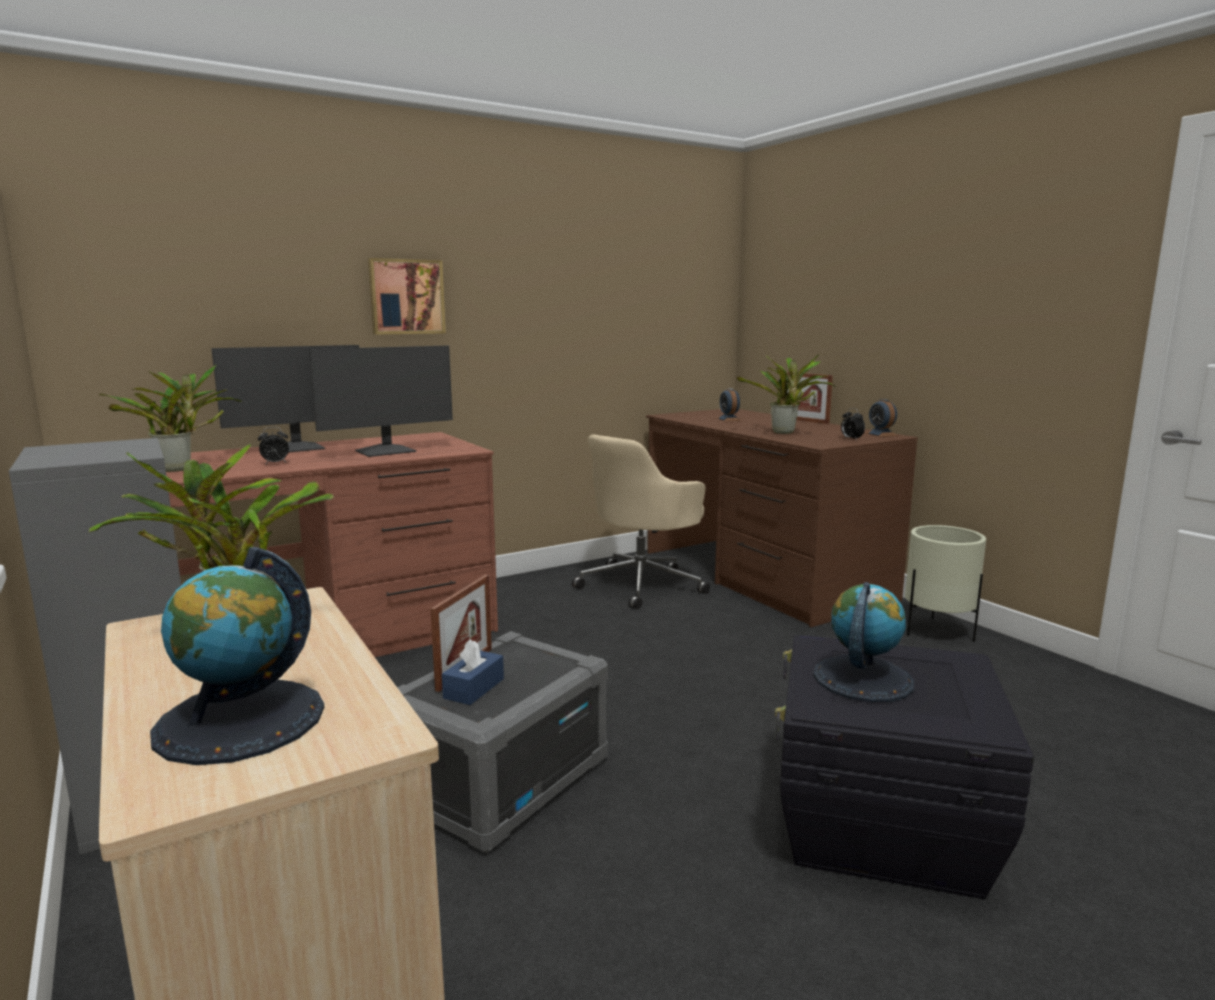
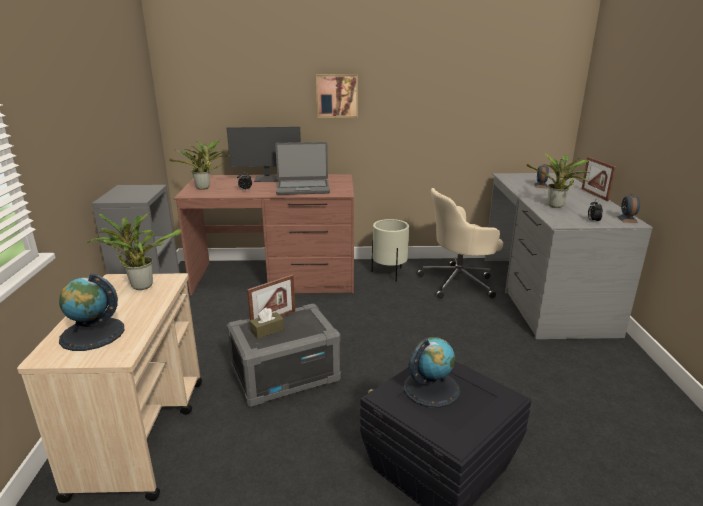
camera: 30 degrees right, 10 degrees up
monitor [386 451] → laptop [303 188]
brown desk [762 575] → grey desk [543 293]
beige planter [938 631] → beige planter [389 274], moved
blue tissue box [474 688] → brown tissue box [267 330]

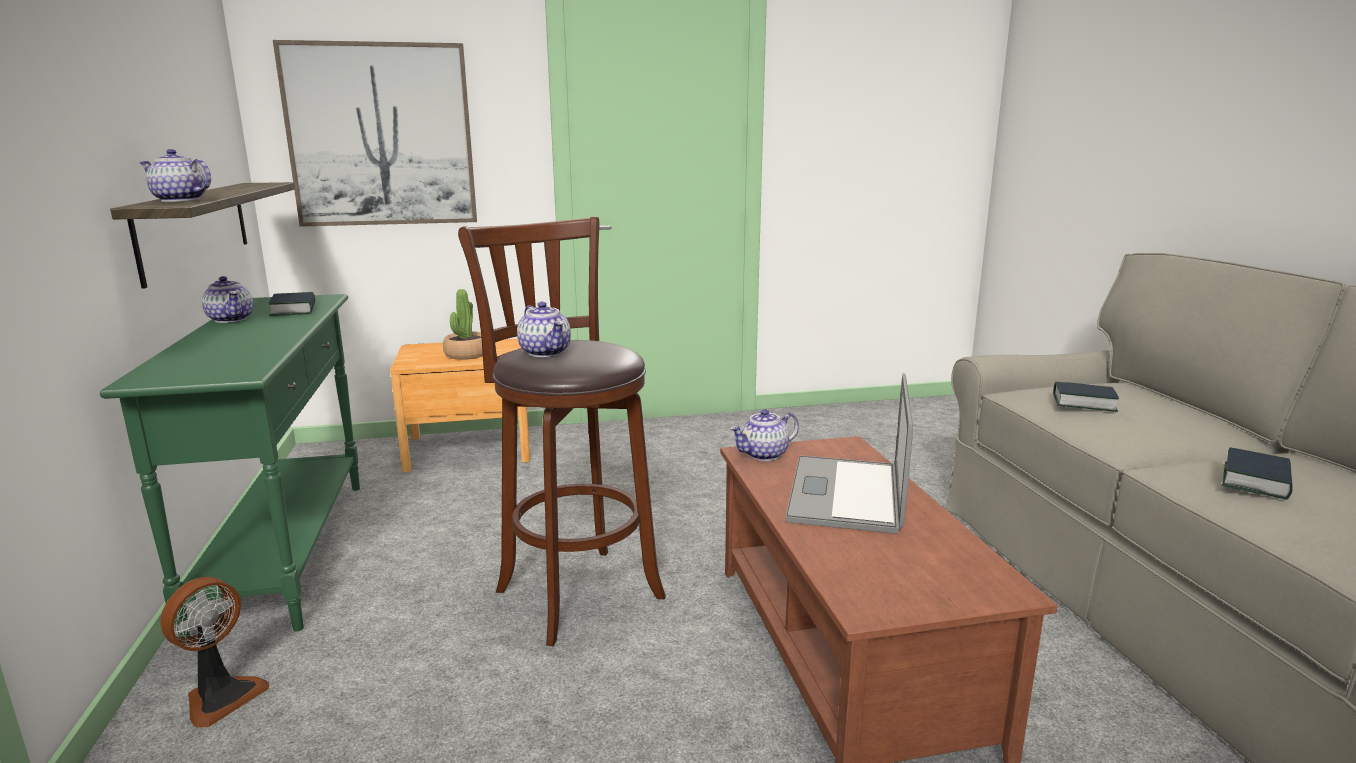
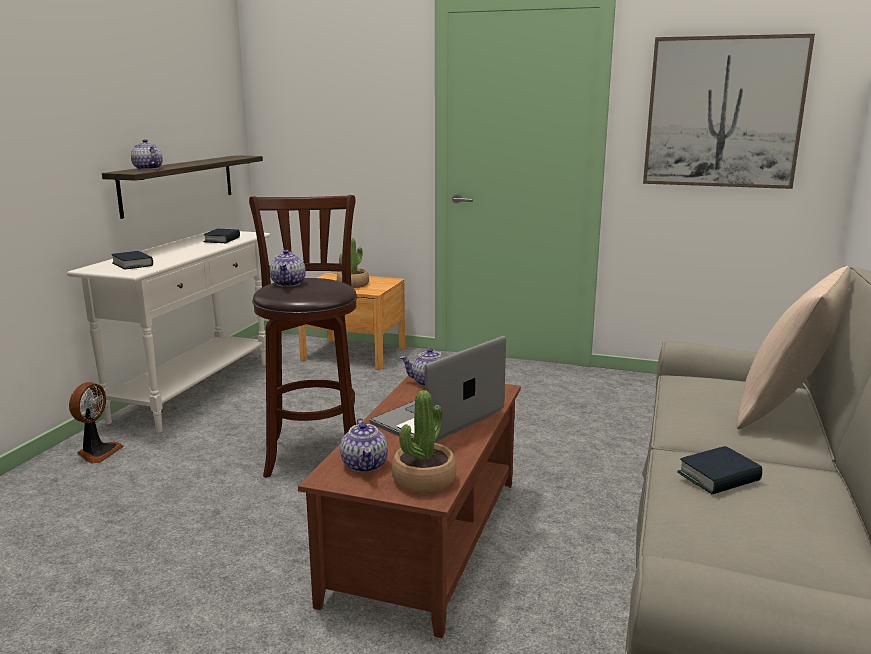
camera: 30 degrees right, 0 degrees up
picture [381 135] → picture [723 112], moved
teapot [231 319] → teapot [365 465], moved
green console table [287 551] → white console table [195 391]
book [1083 403] → book [133 264], moved
fan [221 697] → fan [97 452], 45 degrees counterclockwise
- → beige pillow [783 410]
- → potted plant [424 480]

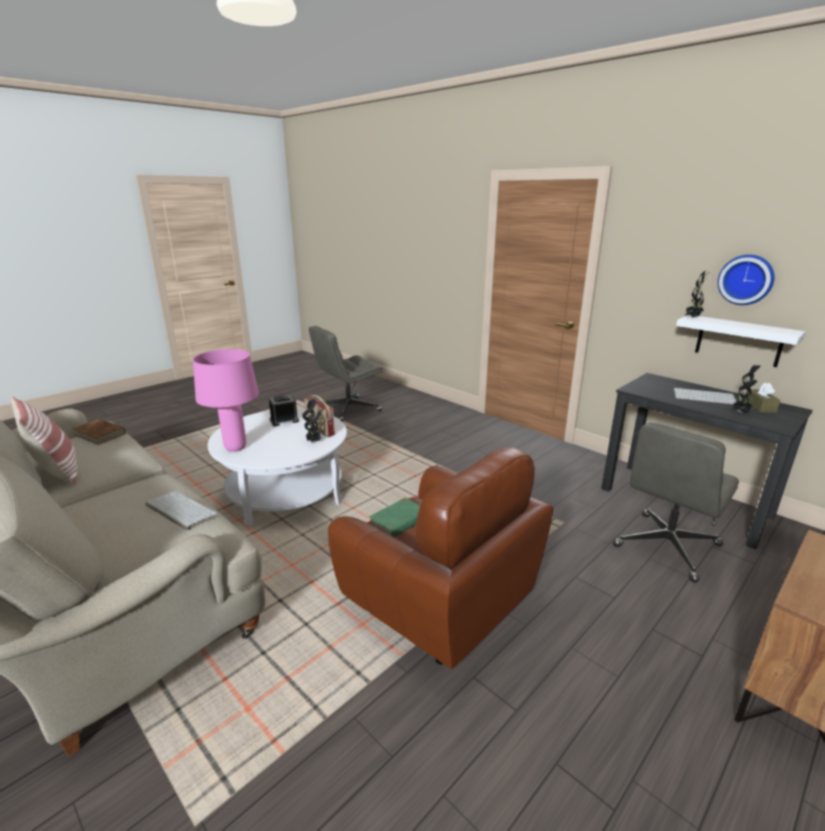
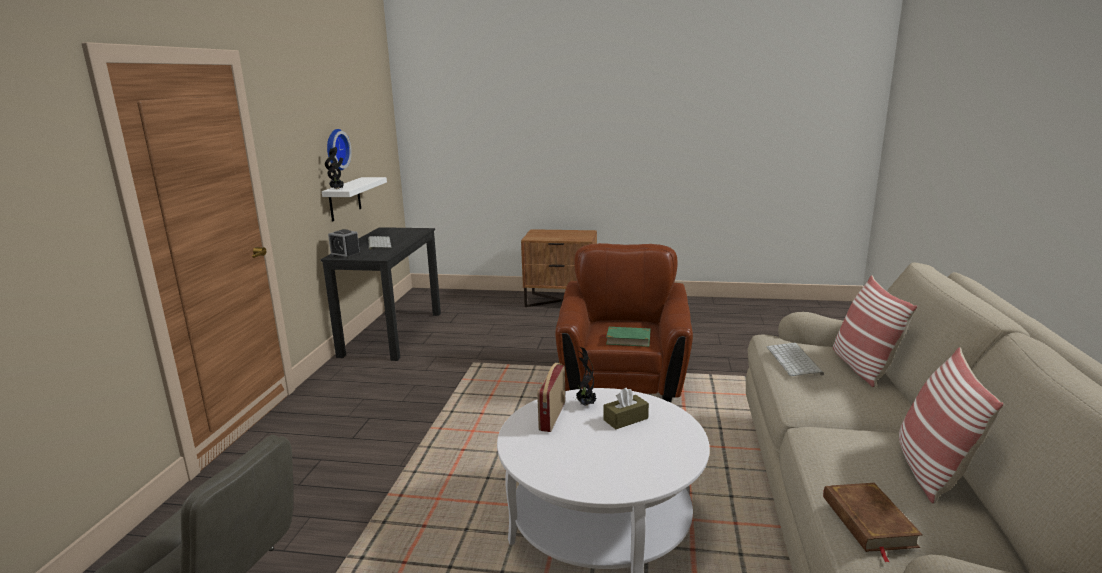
camera: 125 degrees left, 5 degrees down
pink table lamp [235 447] → -
potted plant [741 412] → -
brown tissue box [760 406] → brown tissue box [625 419], moved
alarm clock [284 420] → alarm clock [345 255], moved
grey office chair [666 546] → -
- → pillow [862 367]

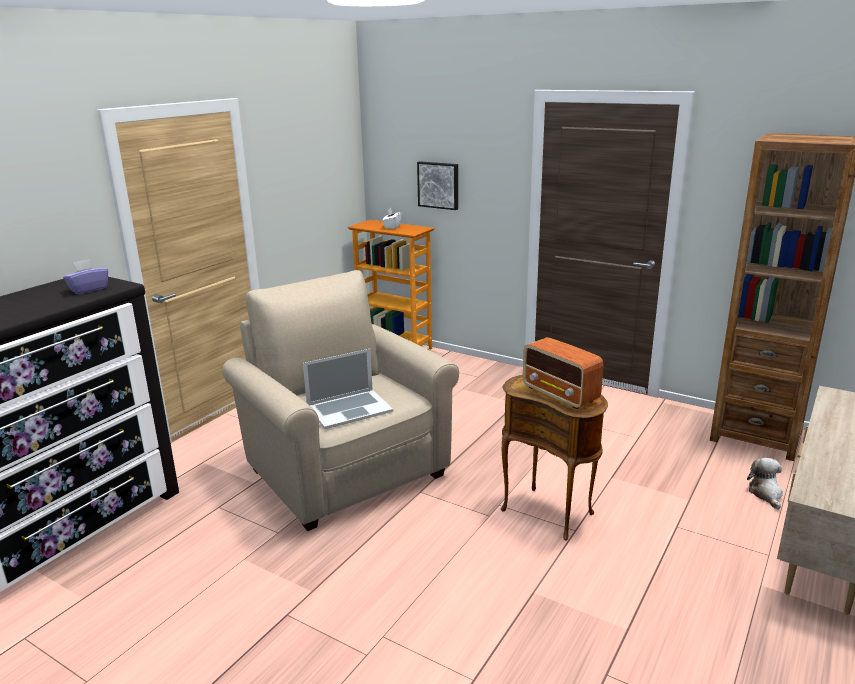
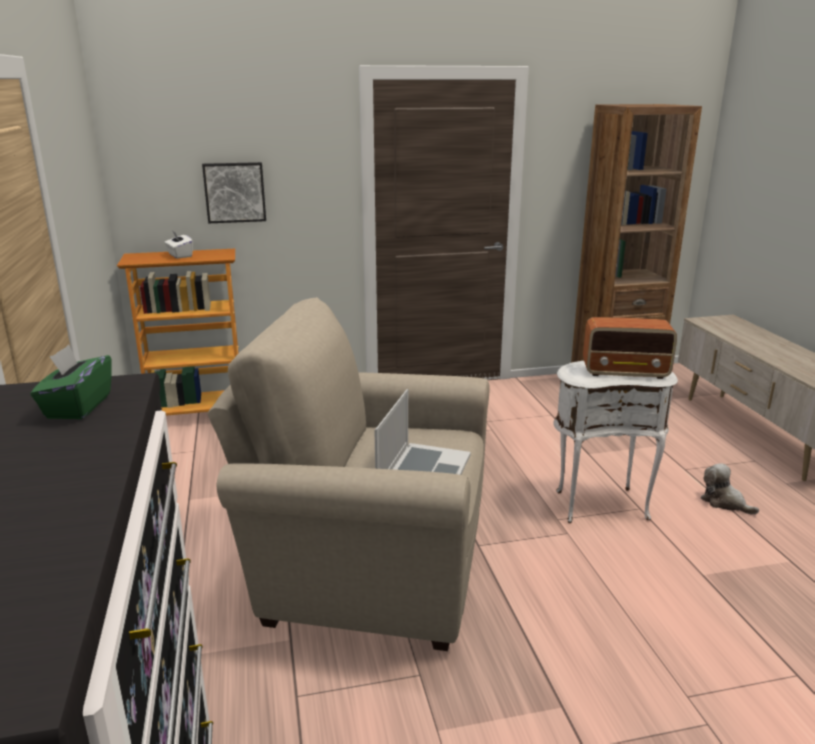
camera: 45 degrees left, 0 degrees up
purple tissue box [88 289] → green tissue box [78 406]
brown side table [549 511] → white side table [599 503]
plush toy [766 494] → plush toy [724 502], moved

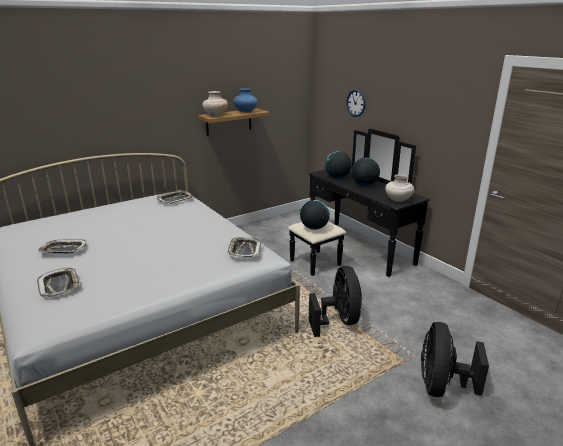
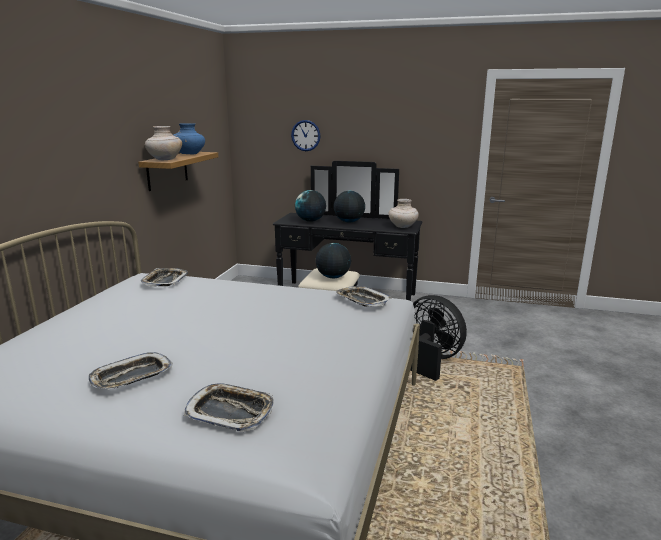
camera: 40 degrees left, 5 degrees down
black fan [441 386] → -

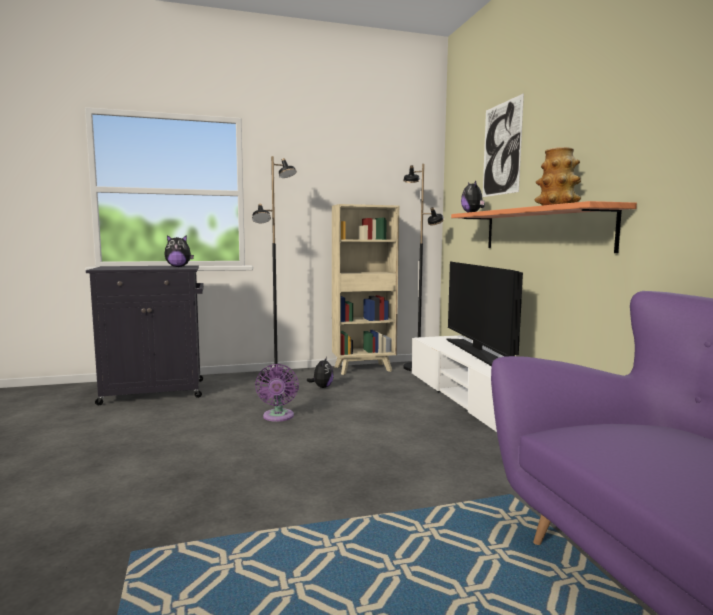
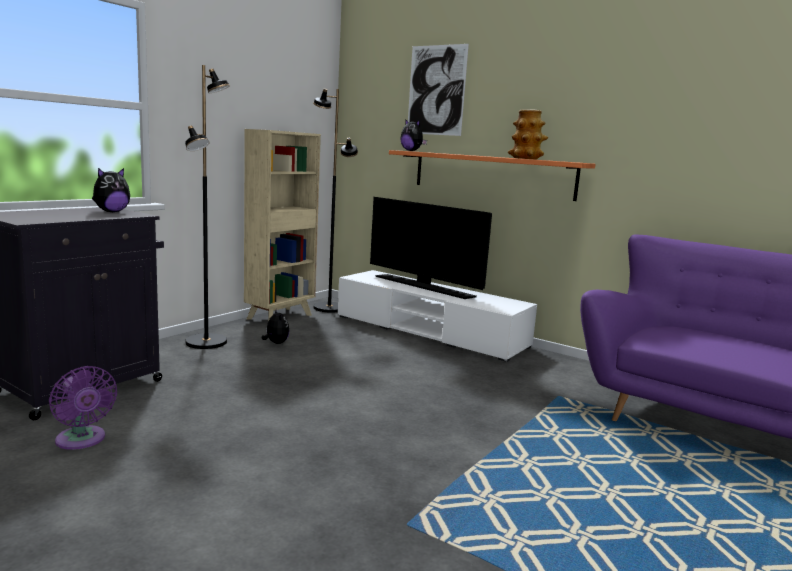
camera: 40 degrees left, 5 degrees up
purple fan [278 417] → purple fan [82 440], moved

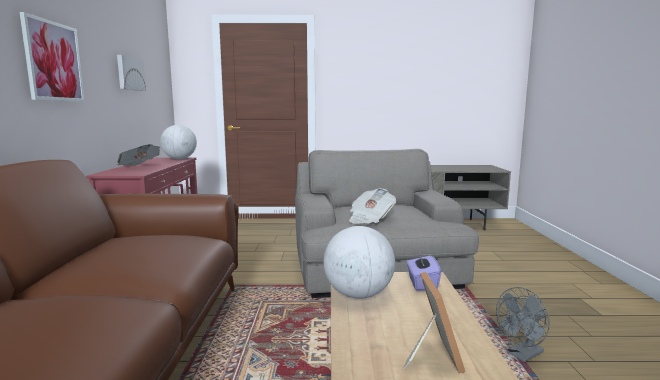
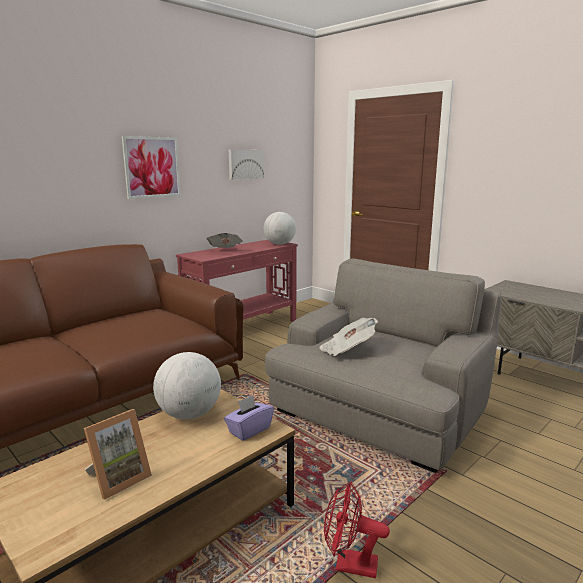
camera: 45 degrees right, 5 degrees up
grey fan [522 355] → red fan [349 565]

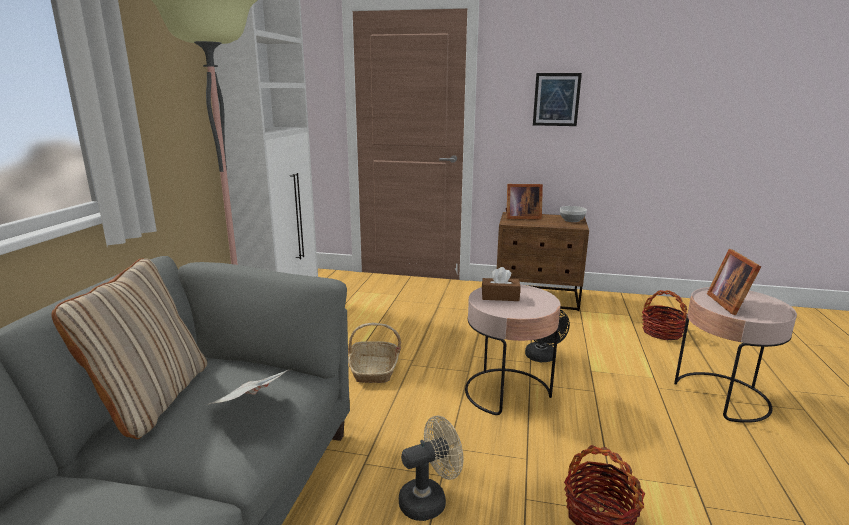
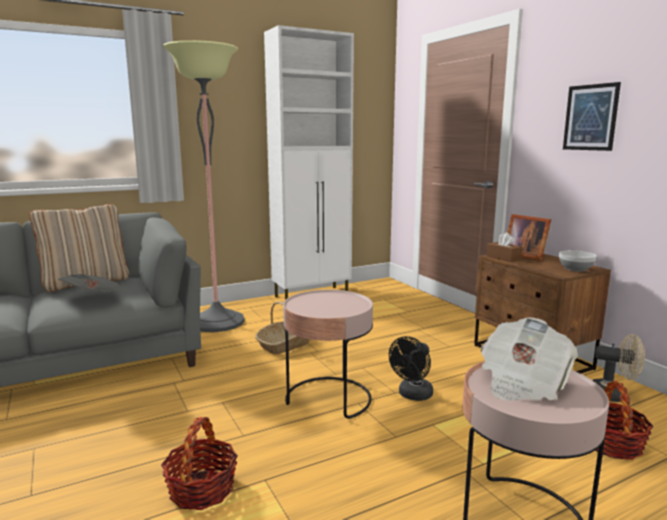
camera: 50 degrees right, 5 degrees down
picture frame [730 304] → newspaper [522 382]
brown tissue box [500 296] → brown tissue box [503 258], moved
beige fan [429 500] → beige fan [613 395], moved

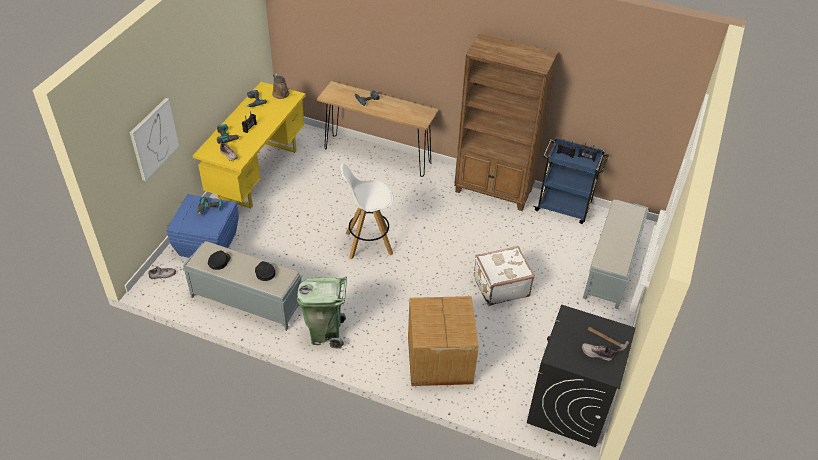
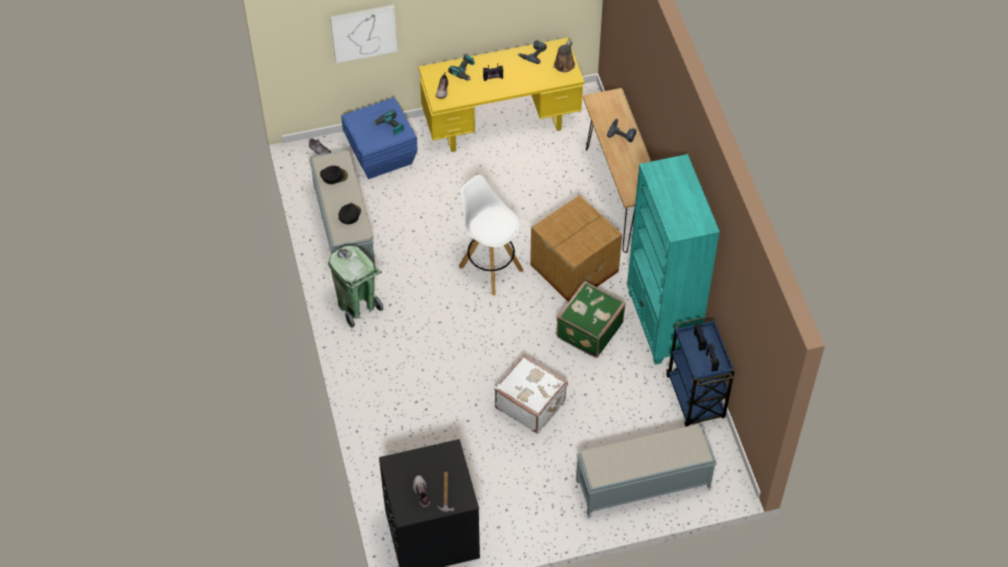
camera: 55 degrees right, 10 degrees up
brown bookcase [494 191] → turquoise bookcase [661 324]
cardboard box [438 360] → cardboard box [572 268], moved
- → green suitcase [588 330]

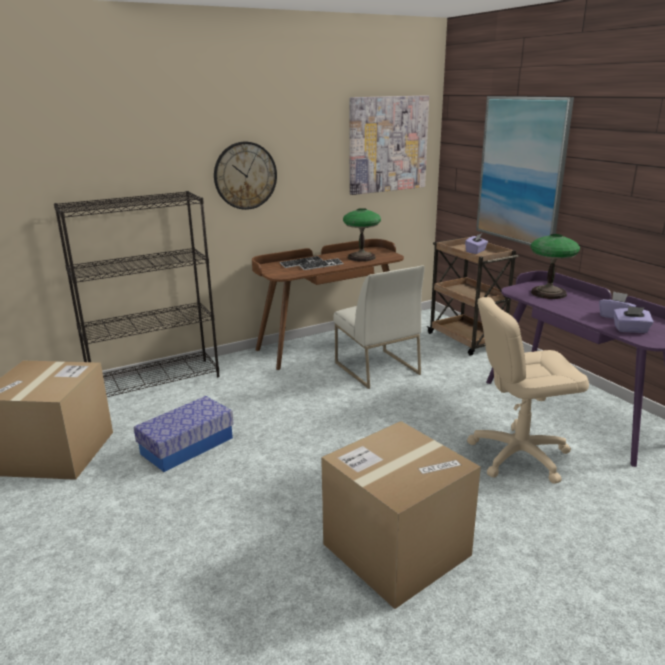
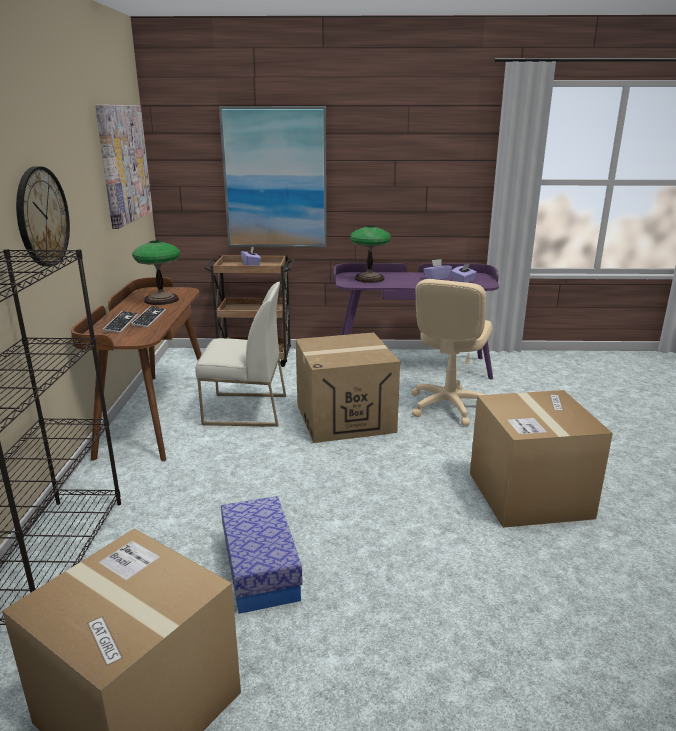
camera: 60 degrees left, 0 degrees up
- → cardboard box [345 418]

